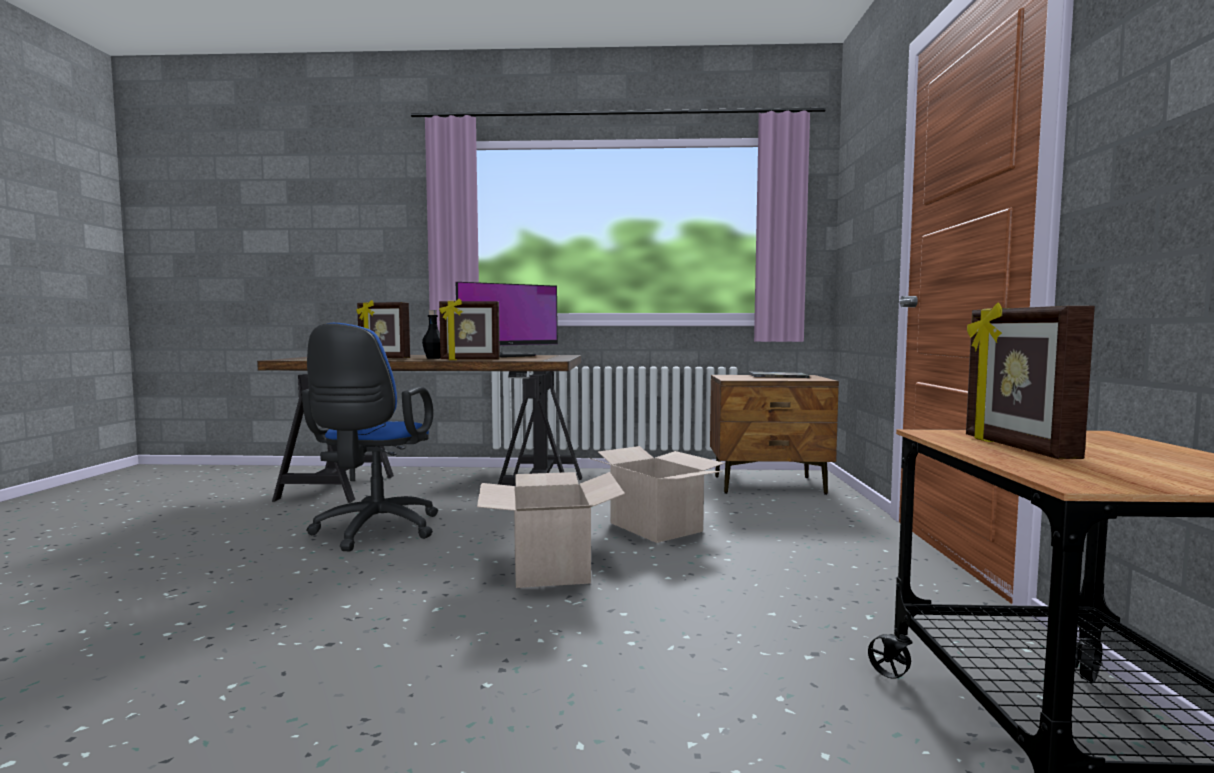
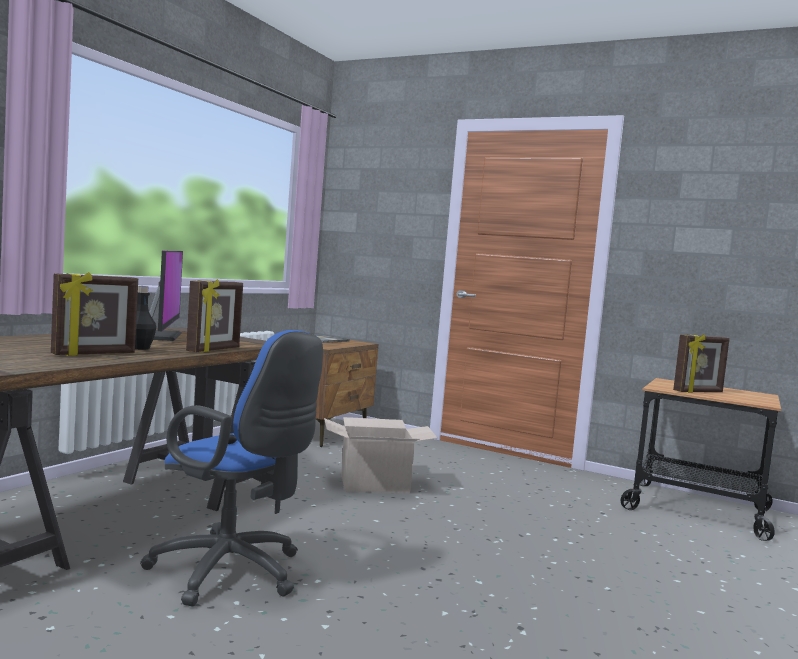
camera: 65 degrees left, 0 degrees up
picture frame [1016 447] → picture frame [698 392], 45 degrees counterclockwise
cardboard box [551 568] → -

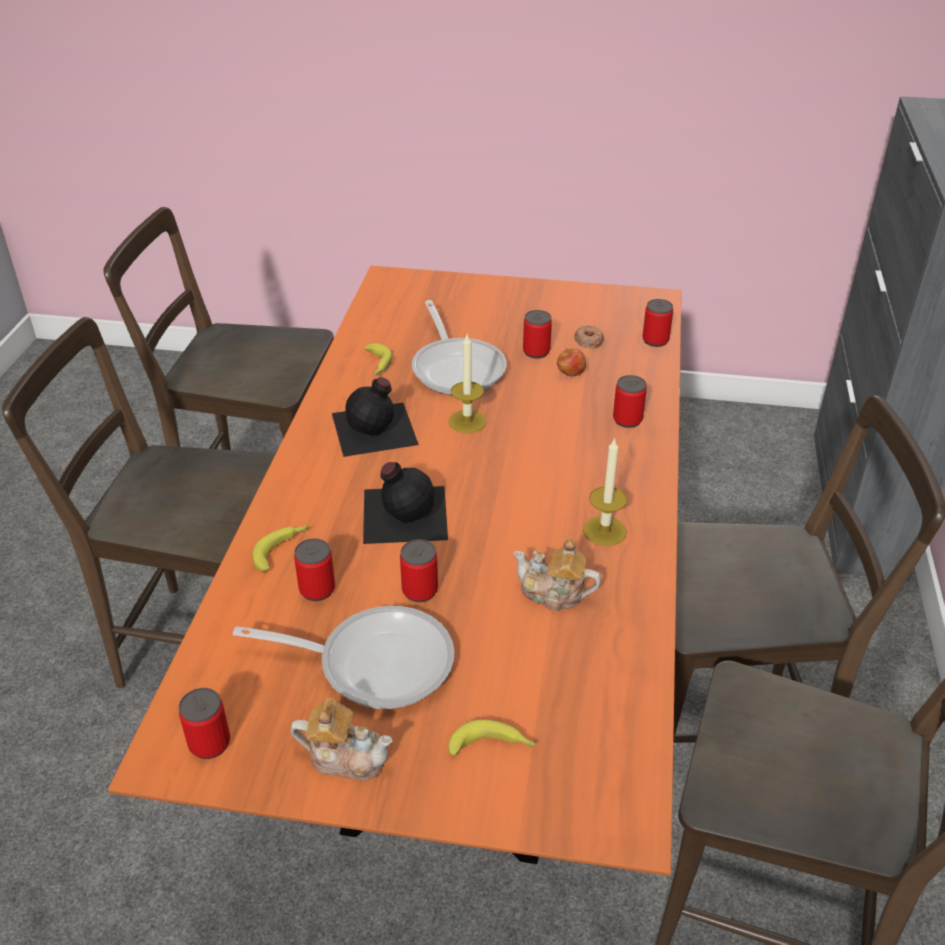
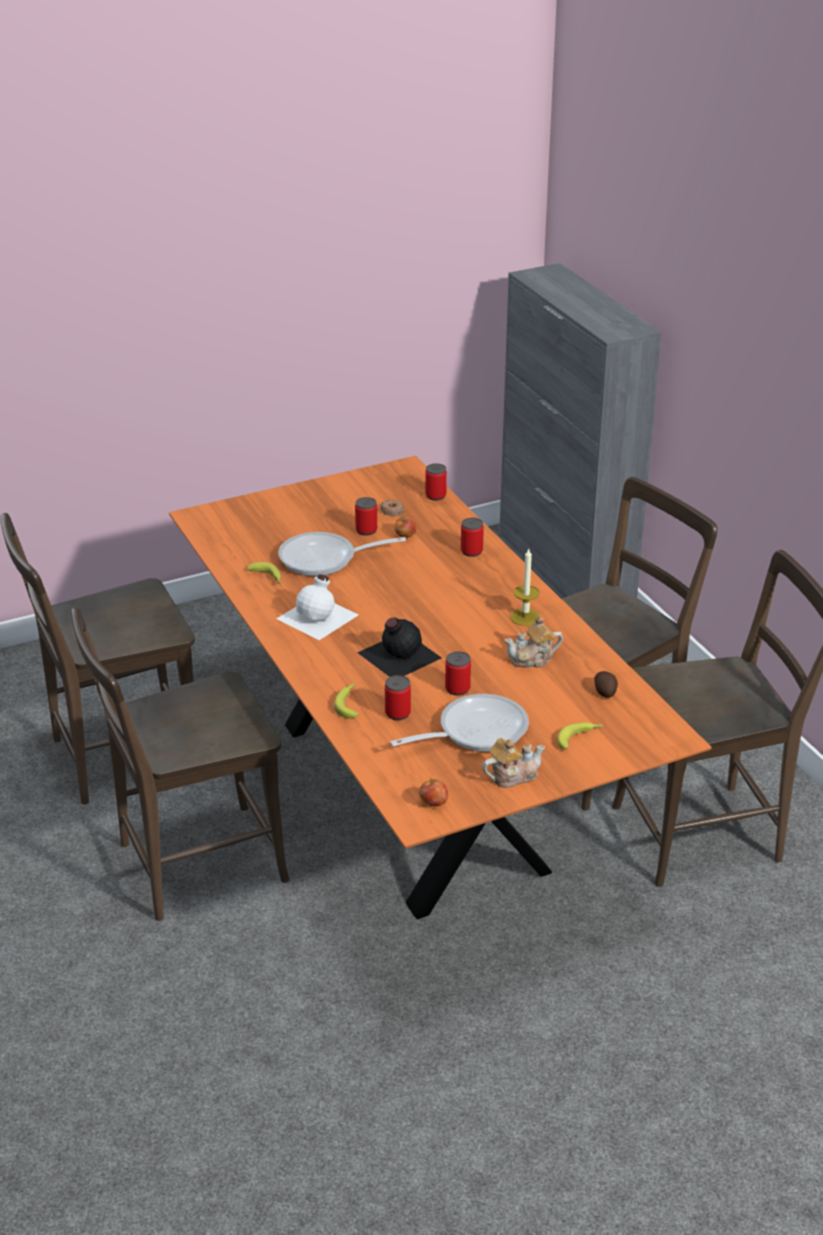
camera: 35 degrees left, 5 degrees down
frying pan [457 367] → frying pan [325 559], 135 degrees clockwise
candle [467 421] → -
black bottle [375 429] → white bottle [319 616]
can [209 743] → apple [433 803]
- → potato [605 691]

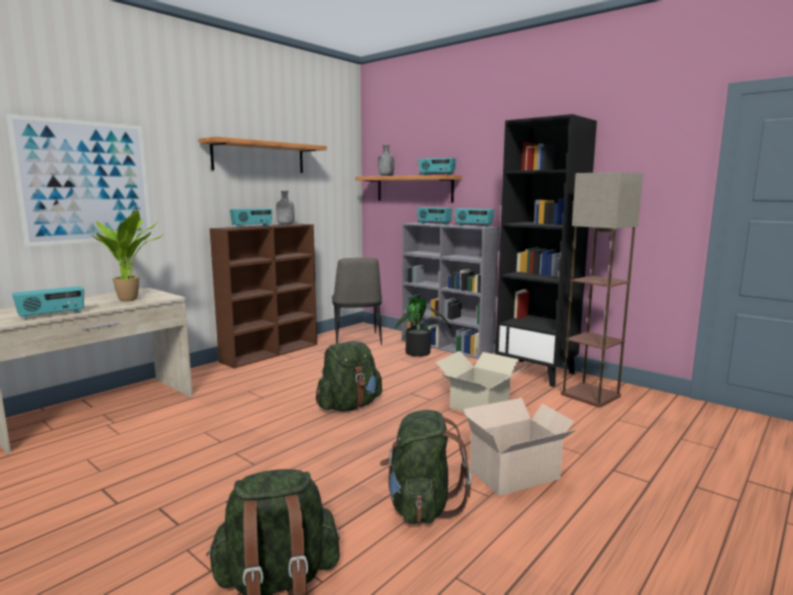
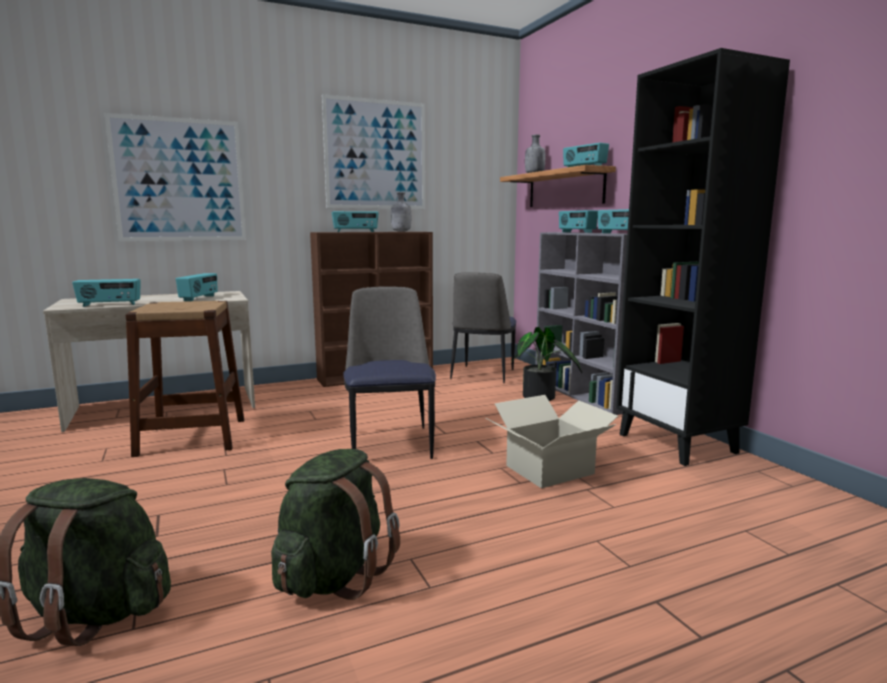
camera: 25 degrees right, 0 degrees up
shelf [259 157] → picture [376 155]
floor lamp [591 395] → -
potted plant [131 299] → radio [199 298]
green backpack [349 406] → chair [390 443]
cardboard box [517 474] → -
- → brown stool [192 437]

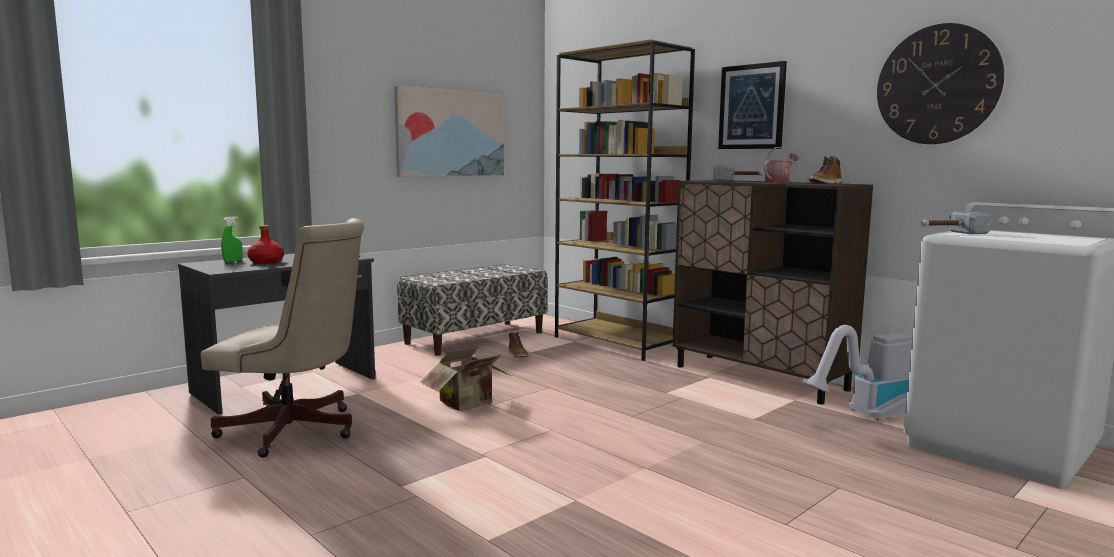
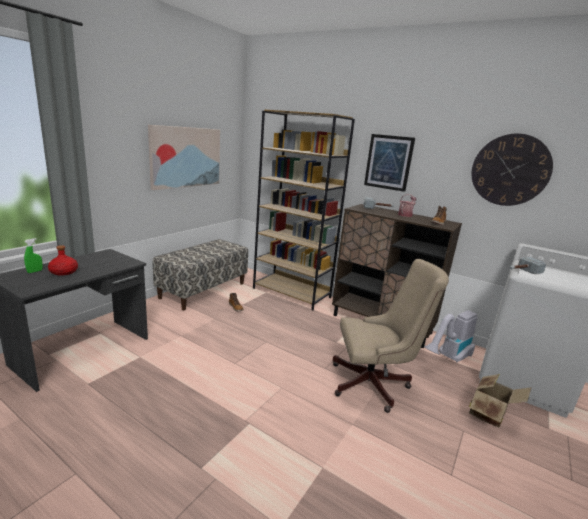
camera: 15 degrees left, 10 degrees up
beige office chair [297 432] → beige office chair [374 384], moved
cardboard box [469 404] → cardboard box [490 415], moved

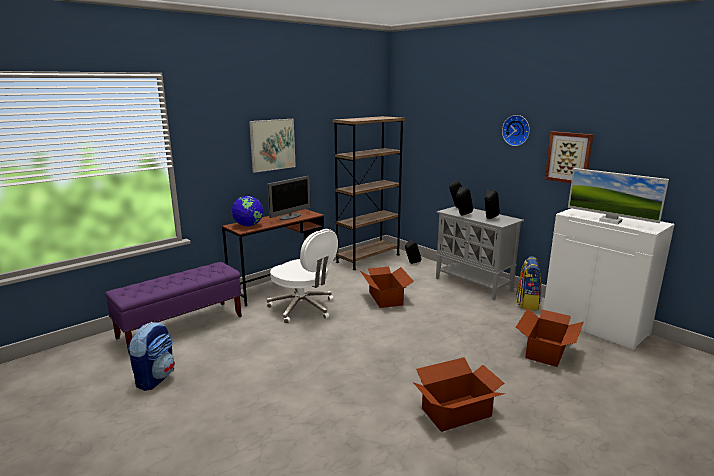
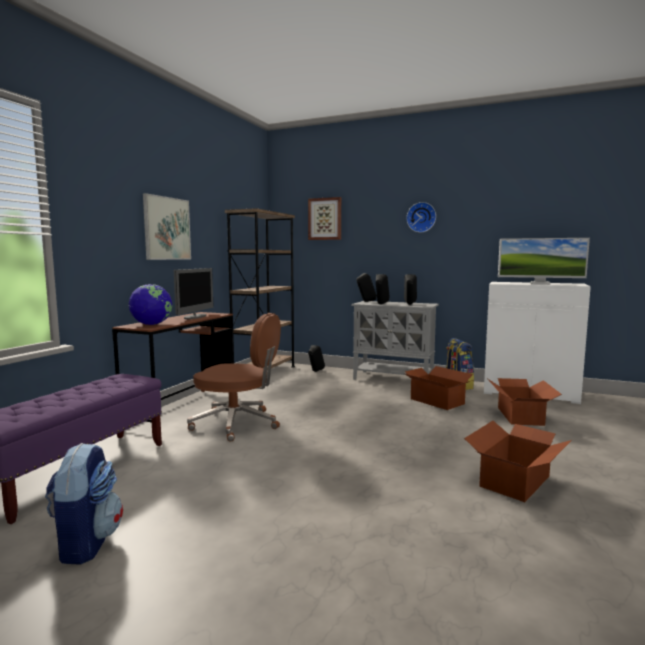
camera: 25 degrees left, 10 degrees down
picture [568 157] → picture [325 219], moved
white office chair [303 308] → brown office chair [237 424]
cardboard box [386 298] → cardboard box [437 401], moved

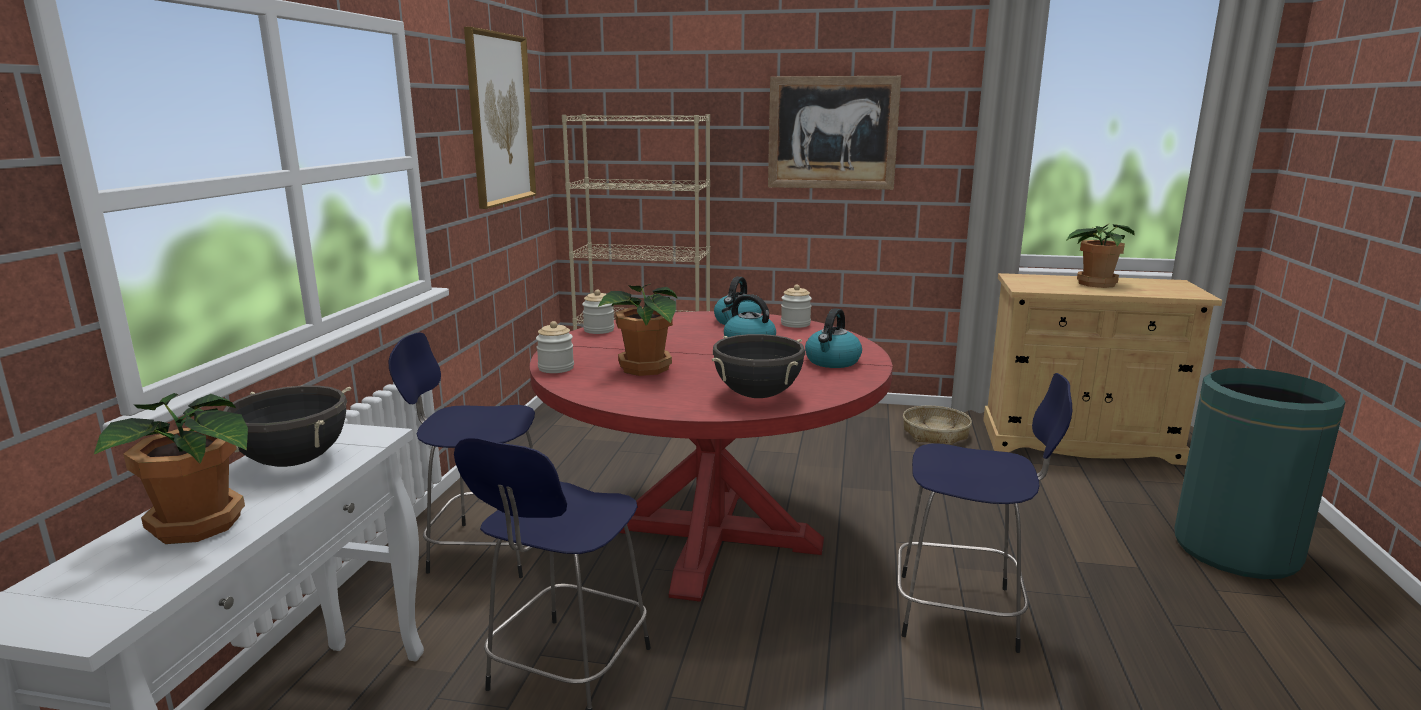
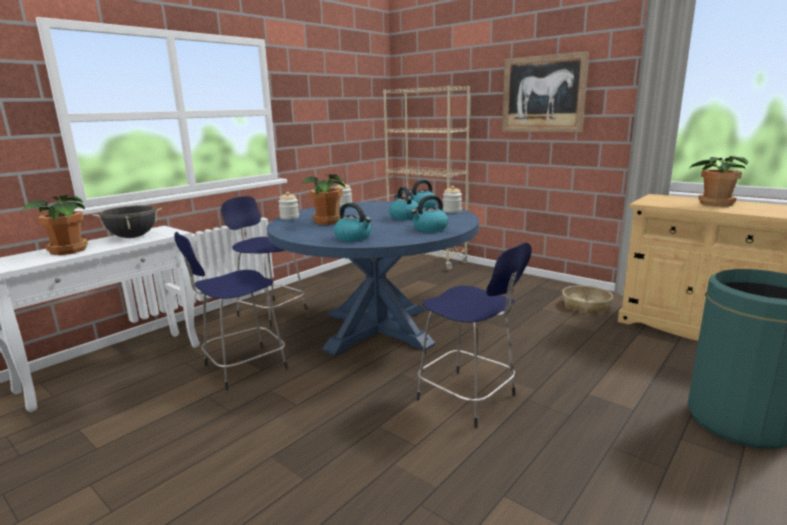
camera: 30 degrees right, 0 degrees up
picture [500 119] → -
red dining table [710 535] → blue dining table [377 329]
black cooking pot [757 395] → kettle [353 238]

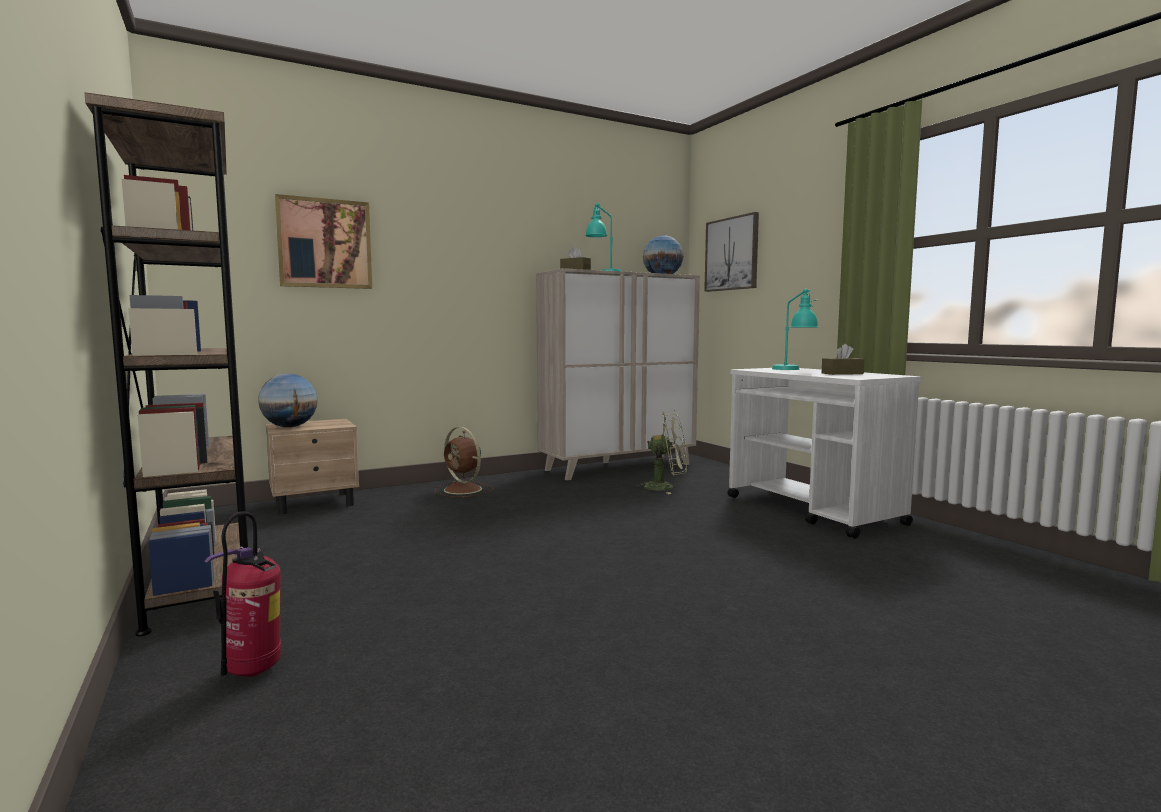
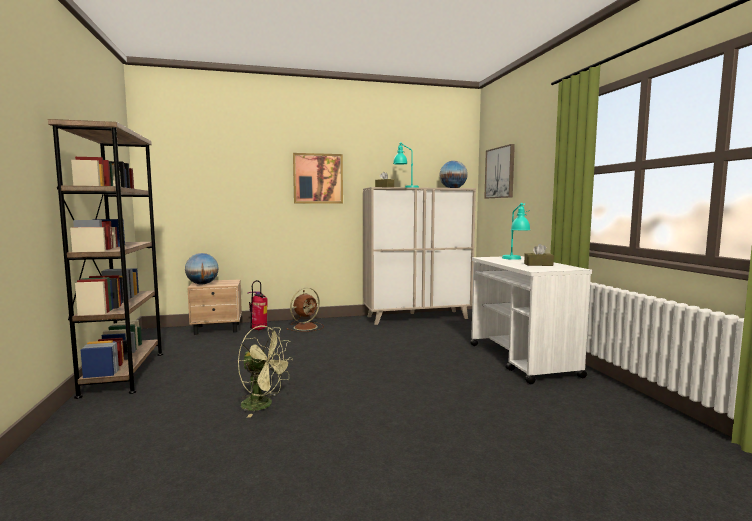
camera: 15 degrees right, 0 degrees up
picture [325 243] → picture [318 178], moved
green fan [666 487] → green fan [263 405], moved
brown fan [464 490] → brown fan [306 327], 105 degrees counterclockwise
fire extinguisher [252 672] → fire extinguisher [259 329], moved

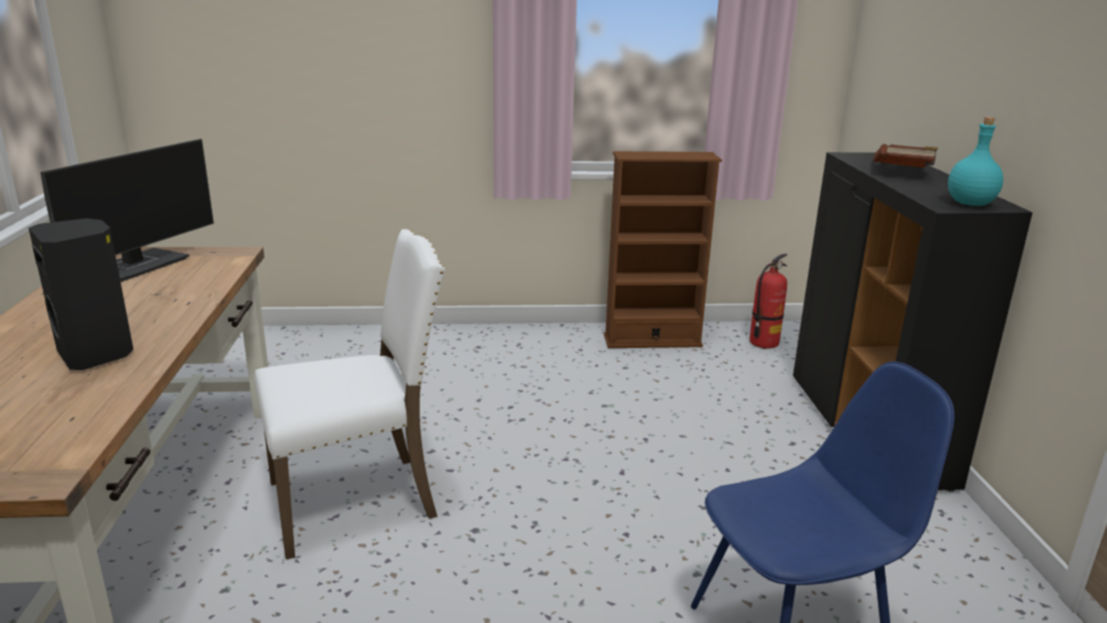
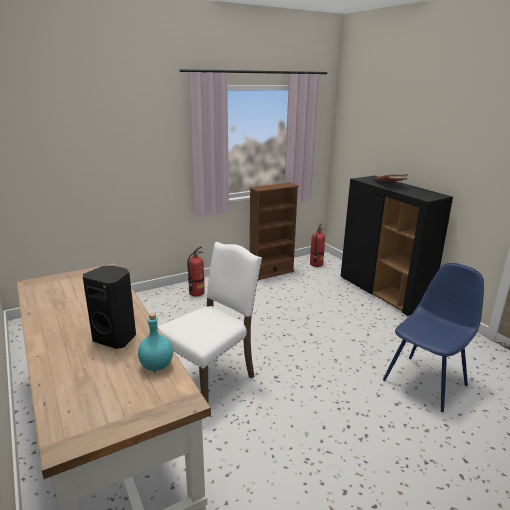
camera: 25 degrees left, 0 degrees up
turquoise bottle [971 204] → turquoise bottle [157 366], moved
monitor [139 265] → -
- → fire extinguisher [196 293]

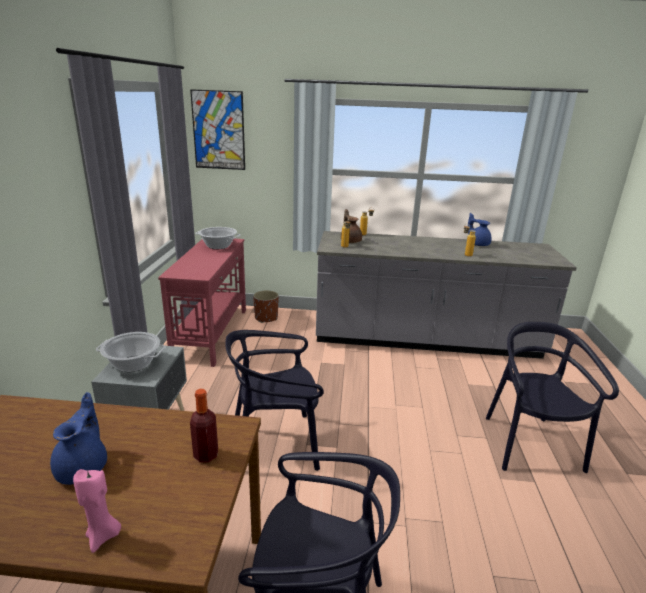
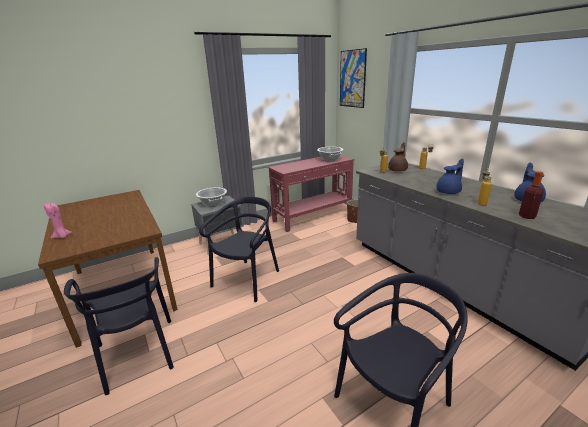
camera: 55 degrees right, 0 degrees up
black chair [275 444] → black chair [247 280], 75 degrees clockwise
bottle [206 455] → bottle [527 216], moved
blue teapot [84 467] → blue teapot [449 192], moved

